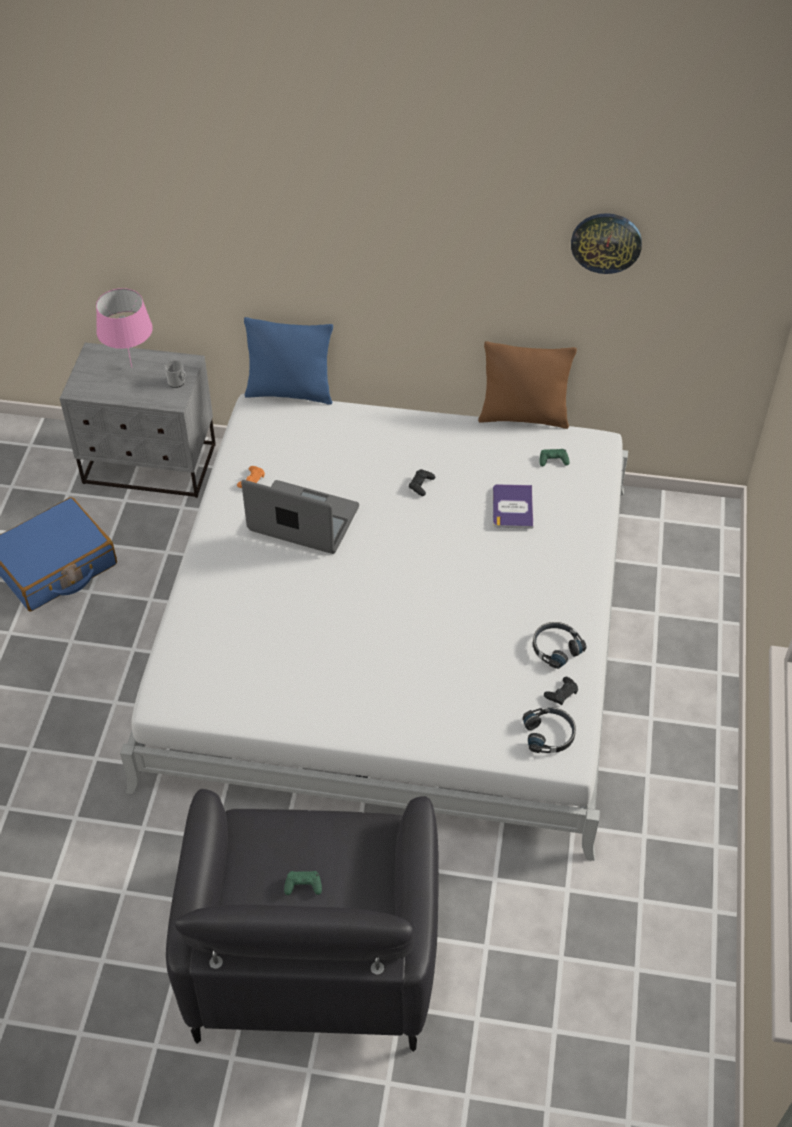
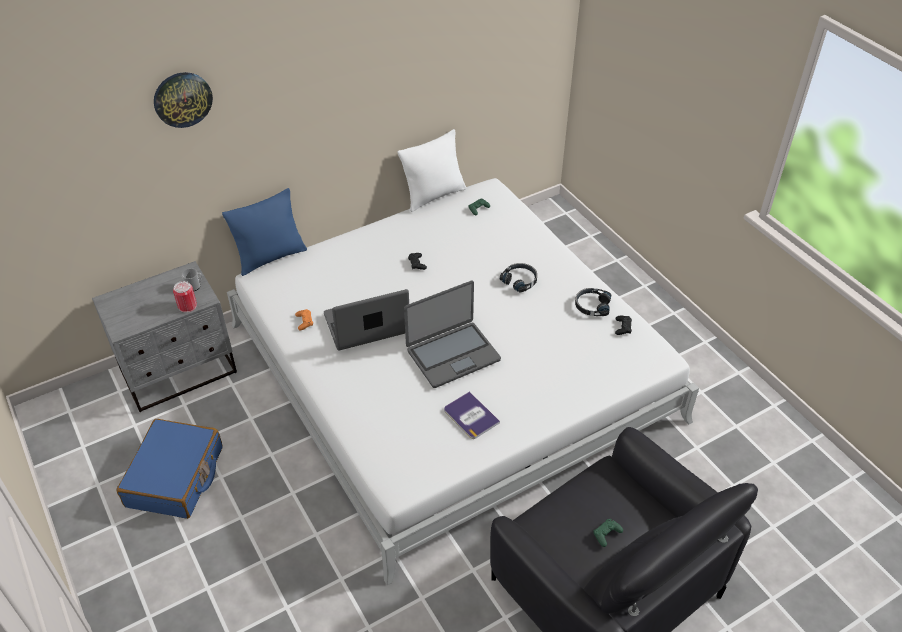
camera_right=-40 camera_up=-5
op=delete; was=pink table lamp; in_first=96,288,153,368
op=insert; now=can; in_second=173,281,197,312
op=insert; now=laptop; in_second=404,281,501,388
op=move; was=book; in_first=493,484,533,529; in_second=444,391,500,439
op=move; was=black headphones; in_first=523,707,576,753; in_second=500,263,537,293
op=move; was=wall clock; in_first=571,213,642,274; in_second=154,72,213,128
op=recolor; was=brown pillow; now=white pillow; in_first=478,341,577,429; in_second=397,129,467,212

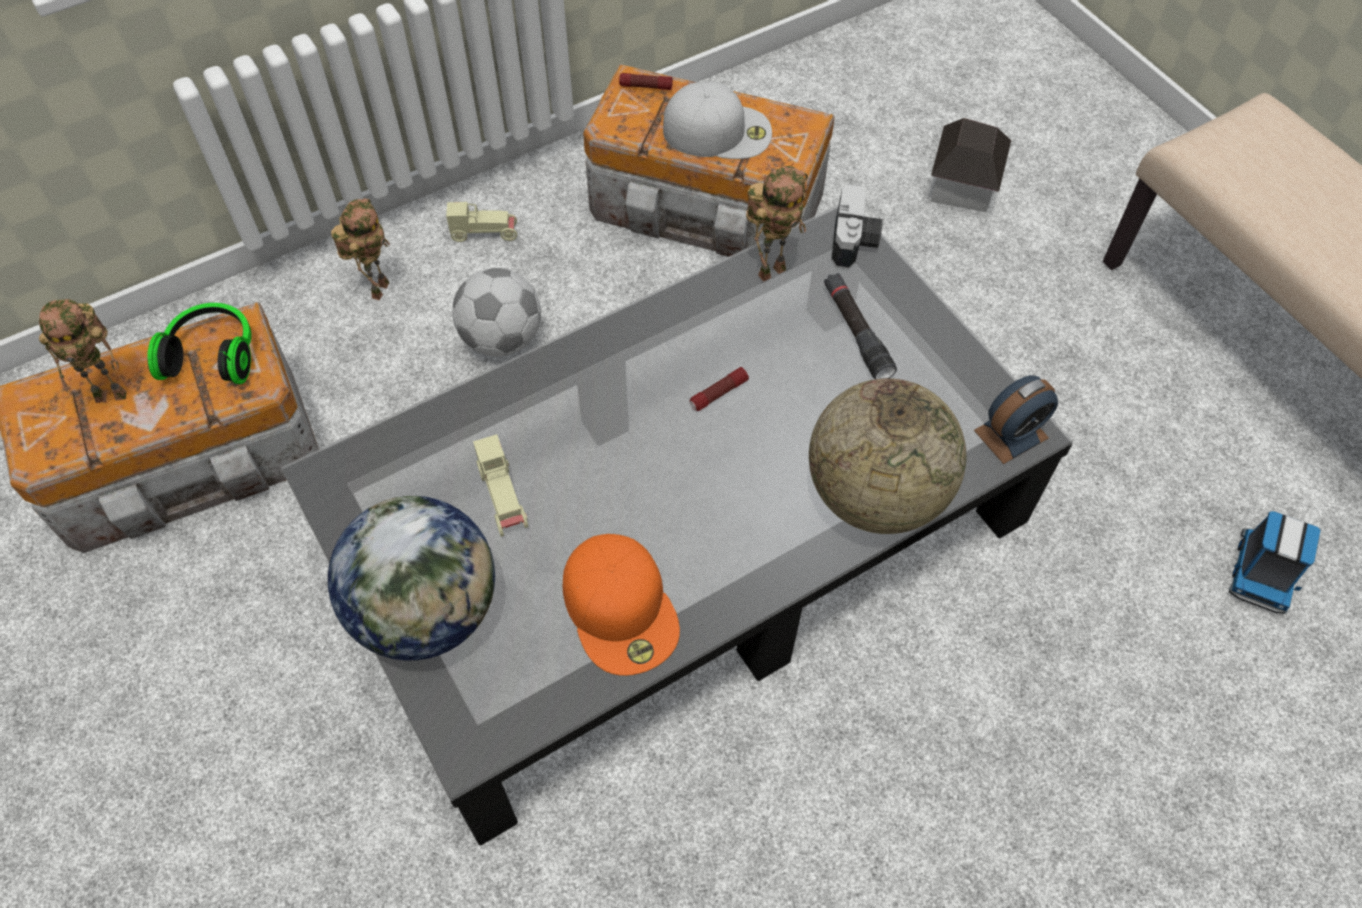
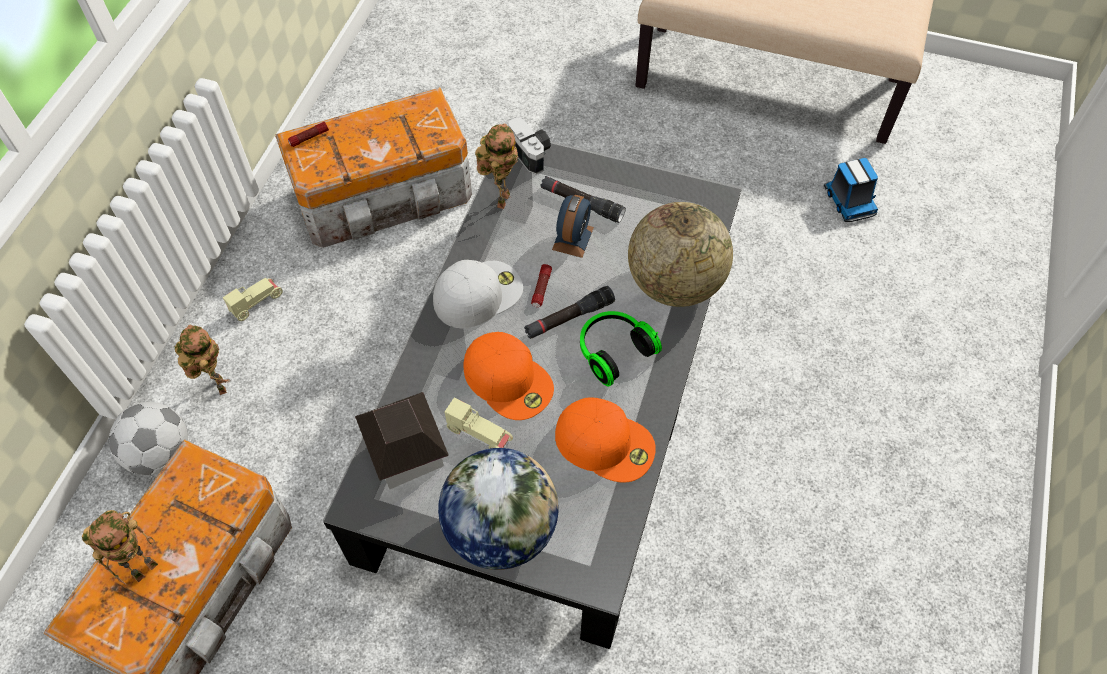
camera_right=-40 camera_up=0
op=insert; now=orange cap; in_second=464,332,554,420
op=insert; now=black flashlight; in_second=524,286,615,339
op=move; was=headphones; in_first=147,303,252,384; in_second=580,311,662,387
op=move; was=football; in_first=452,268,541,357; in_second=109,402,188,475
op=move; was=white cap; in_first=663,81,772,159; in_second=433,259,523,328
op=move; was=toy house; in_first=931,118,1011,212; in_second=355,392,449,489
op=move; was=alarm clock; in_first=974,375,1058,464; in_second=552,195,594,258

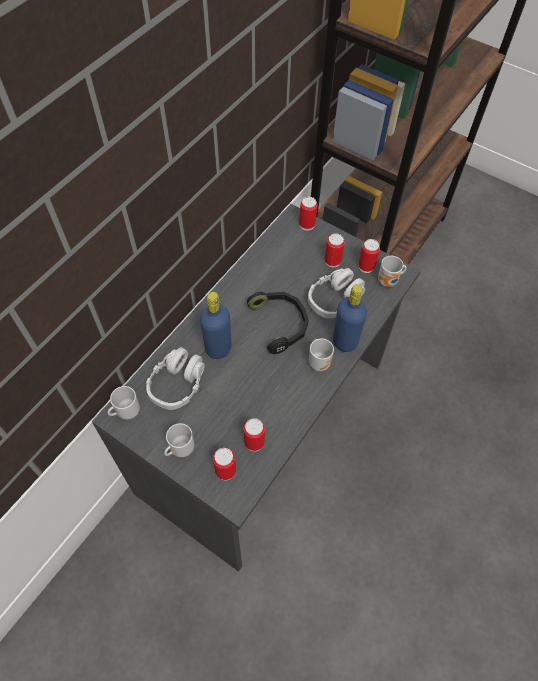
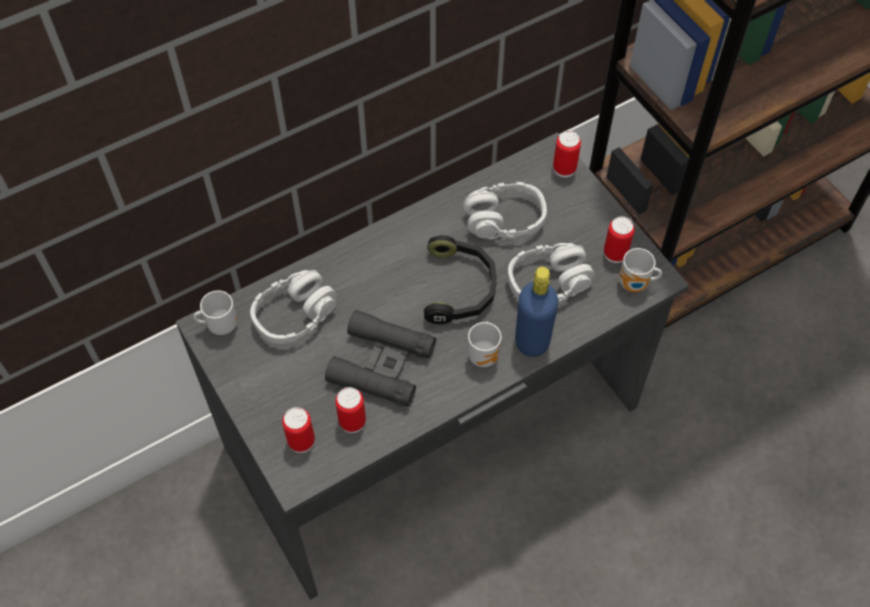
camera_right=25 camera_up=0
op=delete; was=mug; in_first=164,423,194,457
op=delete; was=blue bottle; in_first=200,292,232,359
op=delete; was=can; in_first=325,234,345,267
op=insert; now=black binoculars; in_second=325,310,436,407
op=insert; now=grey headphones; in_second=463,182,547,239

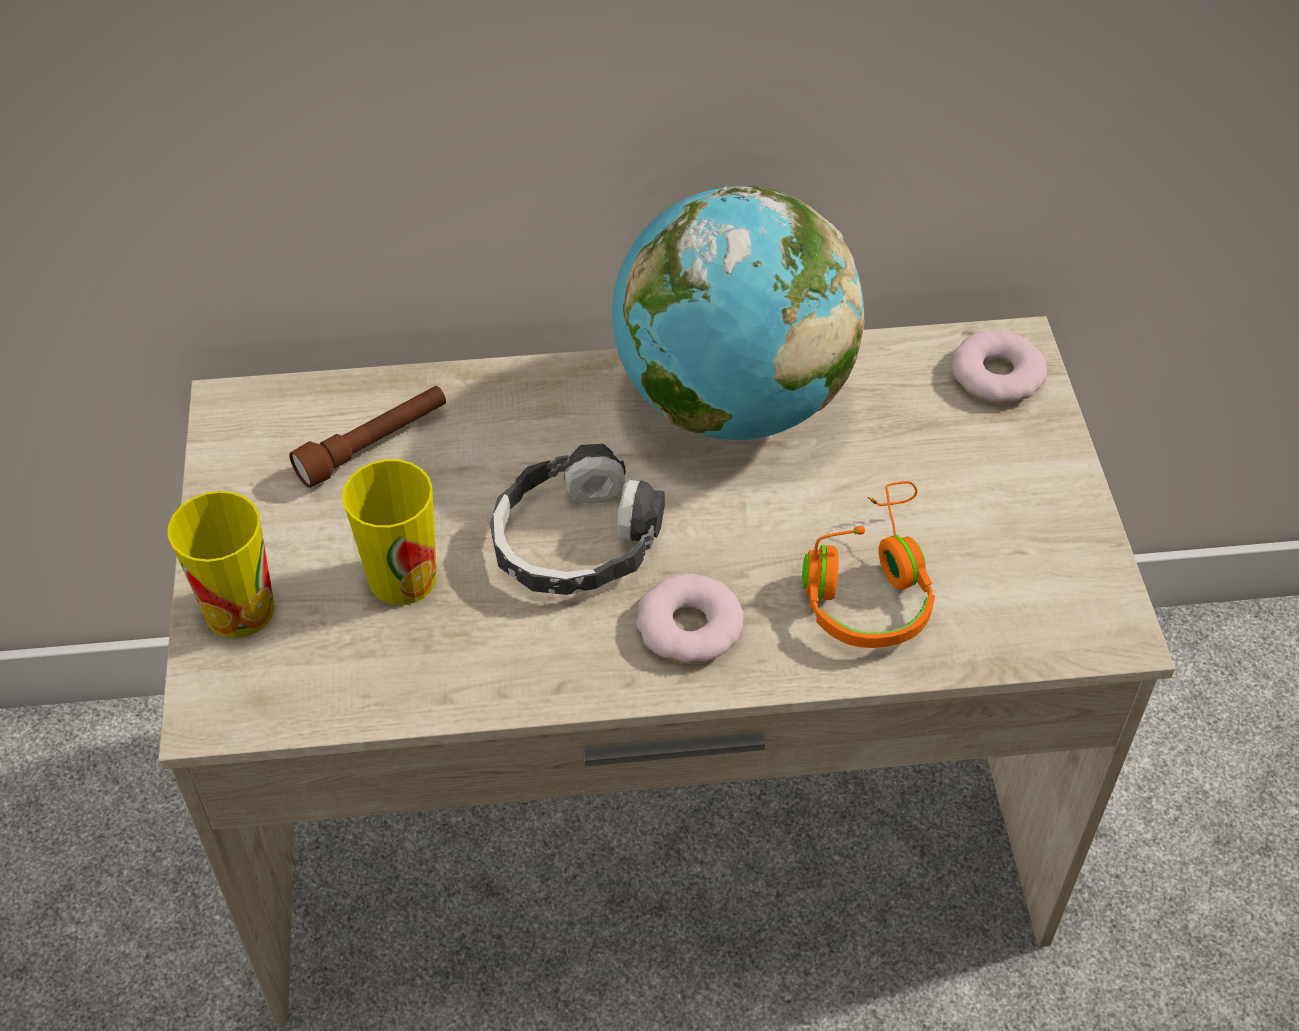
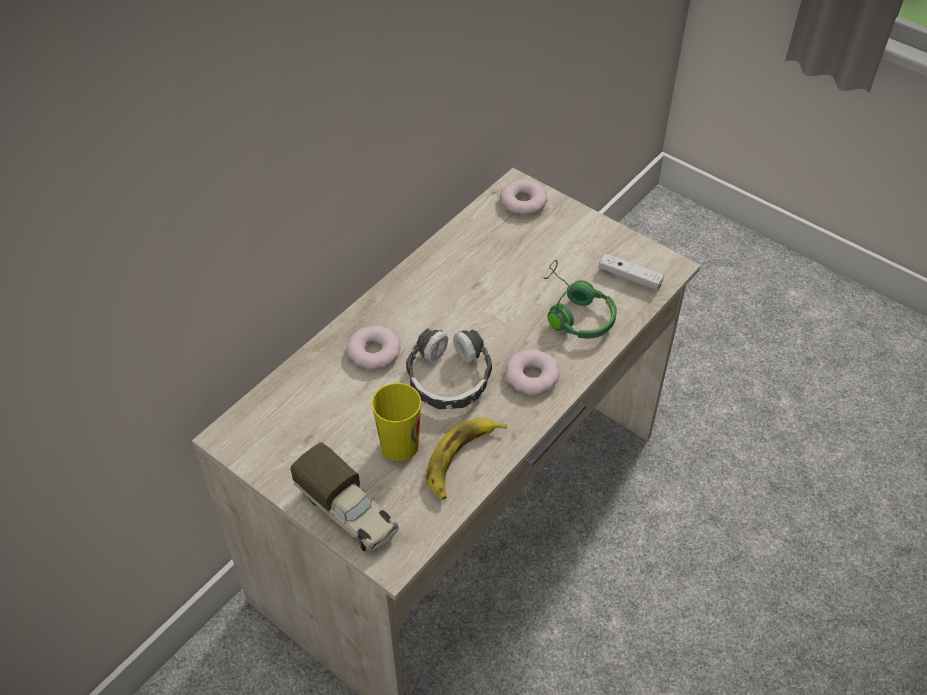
camera_right=-45 camera_up=0
op=delete; was=brown flashlight; in_first=289,386,446,488
op=delete; was=globe; in_first=612,186,864,440
op=insert; now=donut; in_second=346,326,401,369
op=insert; now=banana; in_second=426,418,507,500
op=insert; now=white game controller; in_second=599,254,664,291
op=replace; was=cup; now=toy truck; in_first=168,491,274,638; in_second=290,443,399,553
op=recolor; was=orange headphones; now=green headphones; in_first=802,481,935,648; in_second=544,260,617,339

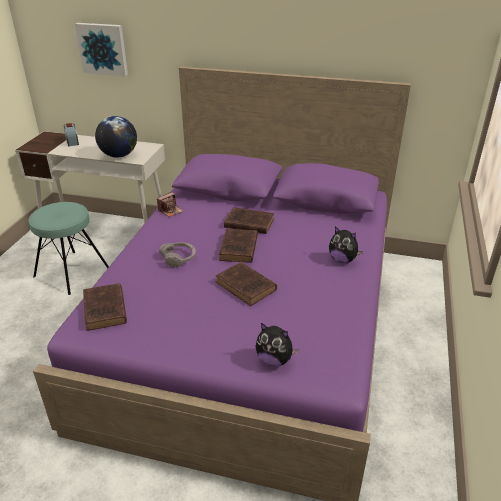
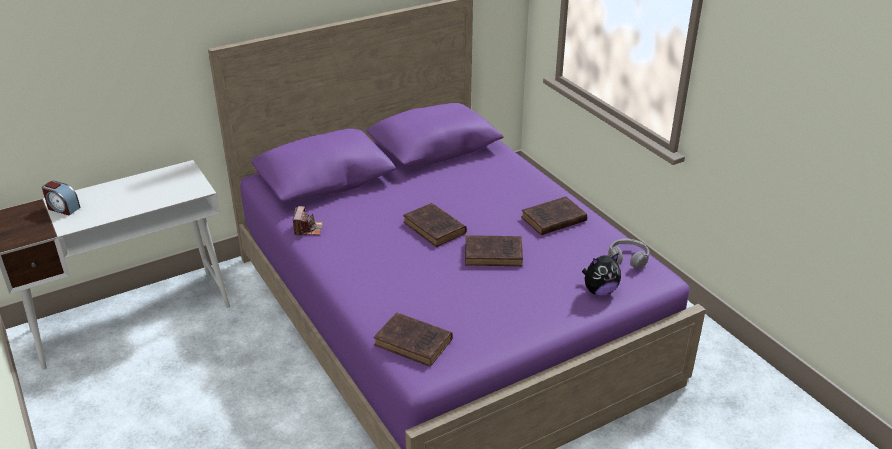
camera_right=-45 camera_up=0
op=delete; was=turquoise stool; in_first=29,202,109,295
op=delete; was=picture; in_first=75,23,128,76
op=delete; was=globe; in_first=95,116,137,158
op=delete; was=plush toy; in_first=329,226,363,263
op=move; was=grey headphones; in_first=159,242,196,268; in_second=608,239,649,269
op=move; was=brown book; in_first=224,207,274,234; in_second=521,196,587,235

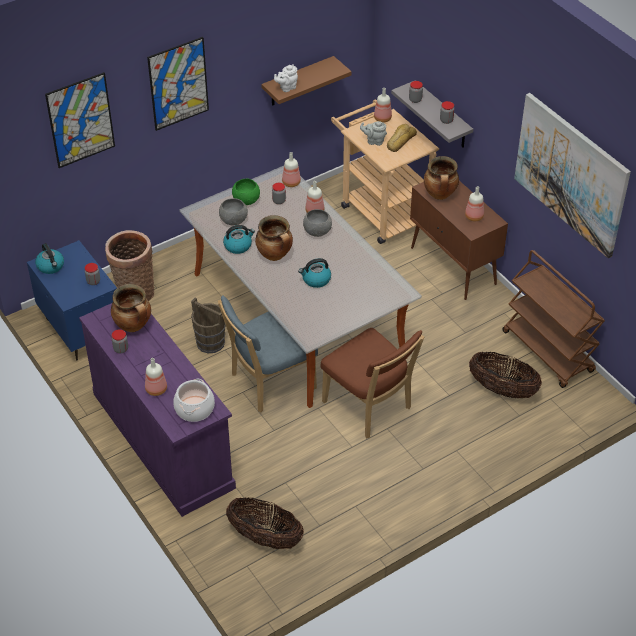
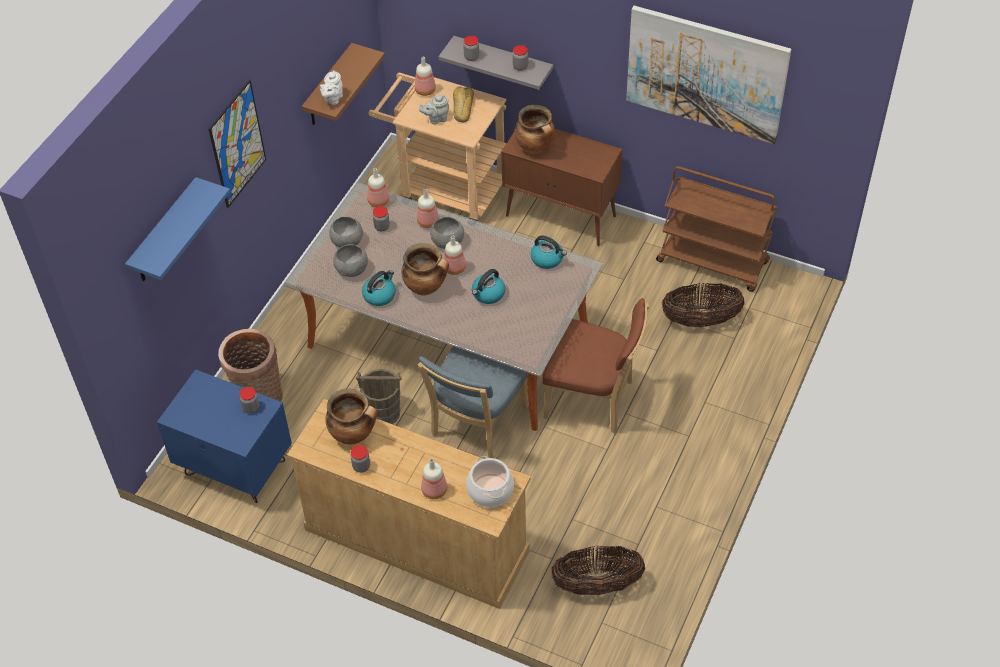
camera_right=-30 camera_up=5
op=move; was=kettle; in_first=35,243,64,274; in_second=531,236,567,269
op=move; was=bottle; in_first=465,186,484,221; in_second=444,236,466,275
op=replace; was=picture; now=blue shelf; in_first=45,72,115,168; in_second=125,177,231,281
op=recolor; was=purple dresser; now=beige dresser; in_first=79,303,236,517; in_second=287,399,531,609
op=recolor; was=green bowl; now=grey bowl; in_first=232,179,260,205; in_second=329,217,363,248

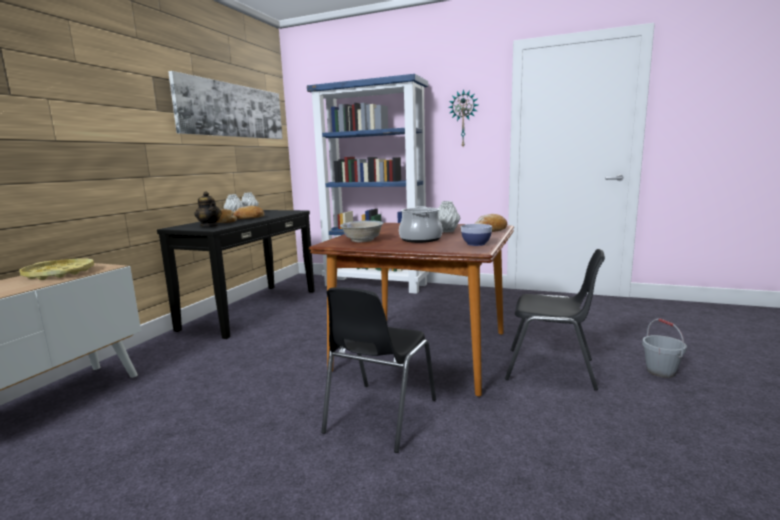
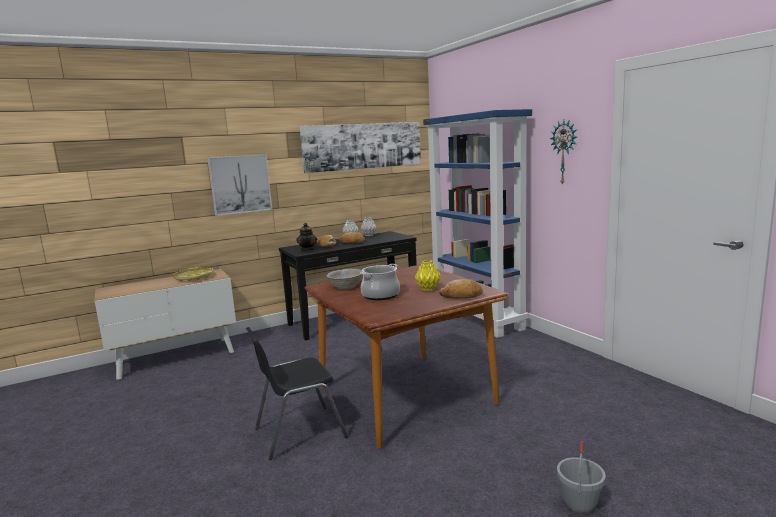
camera_right=40 camera_up=0
op=delete; was=bowl; in_first=461,224,492,246
op=delete; was=black chair; in_first=505,249,605,391
op=insert; now=picture; in_second=207,154,272,216
op=recolor; was=grey vase; now=yellow vase; in_first=438,201,461,232; in_second=415,260,441,291

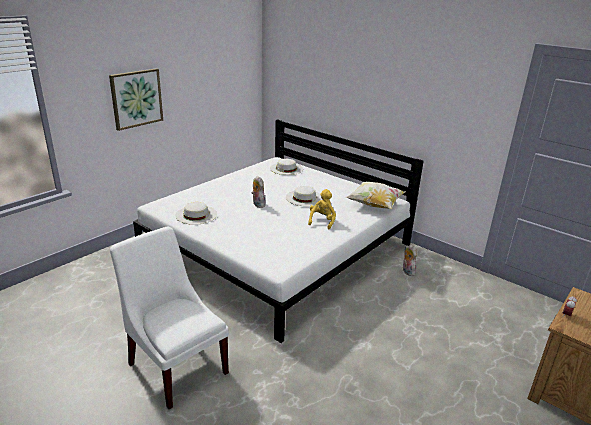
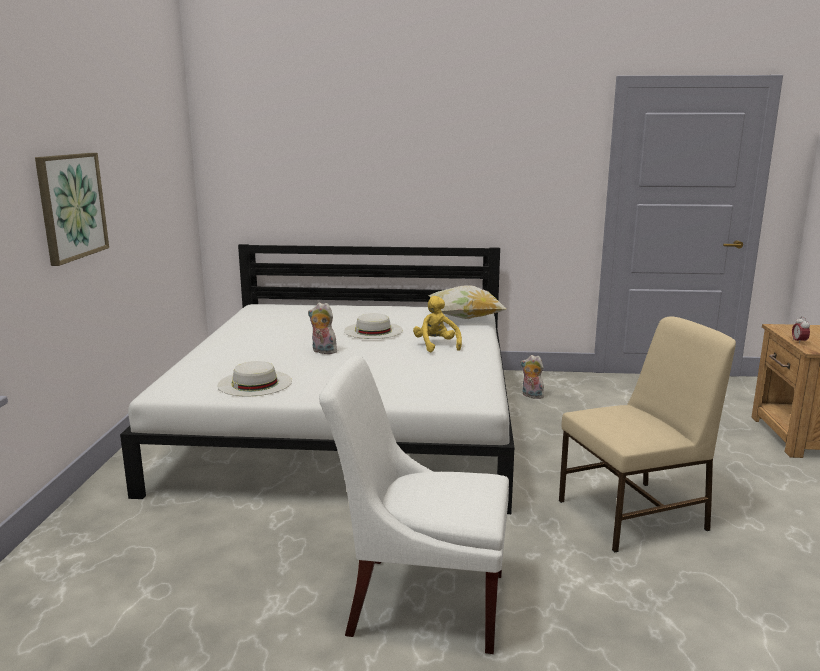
camera_right=-35 camera_up=-10
op=delete; was=white hat; in_first=270,159,303,175
op=insert; now=beige chair; in_second=559,316,736,552

